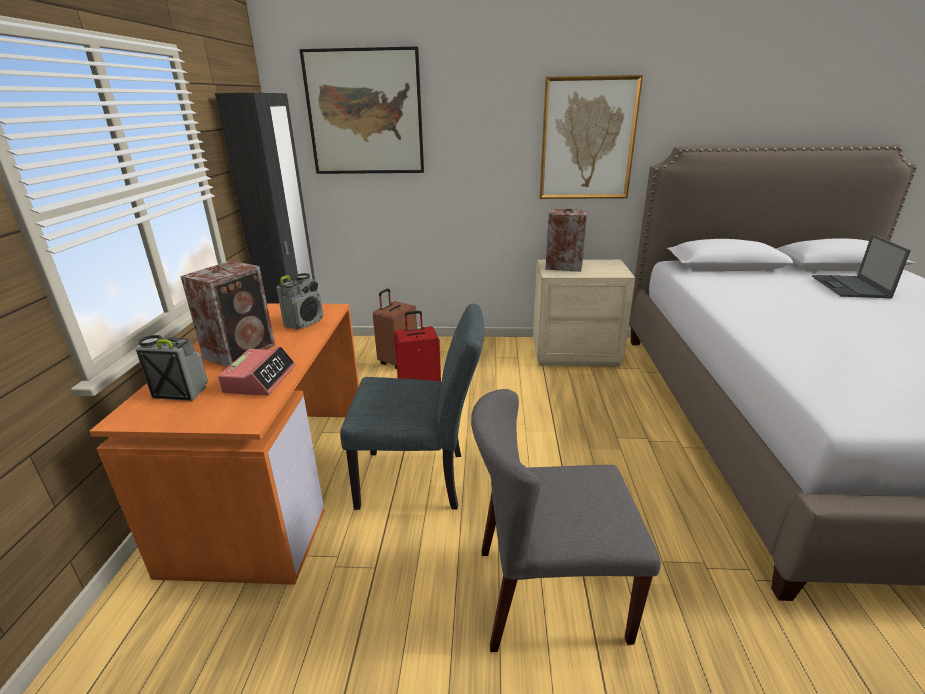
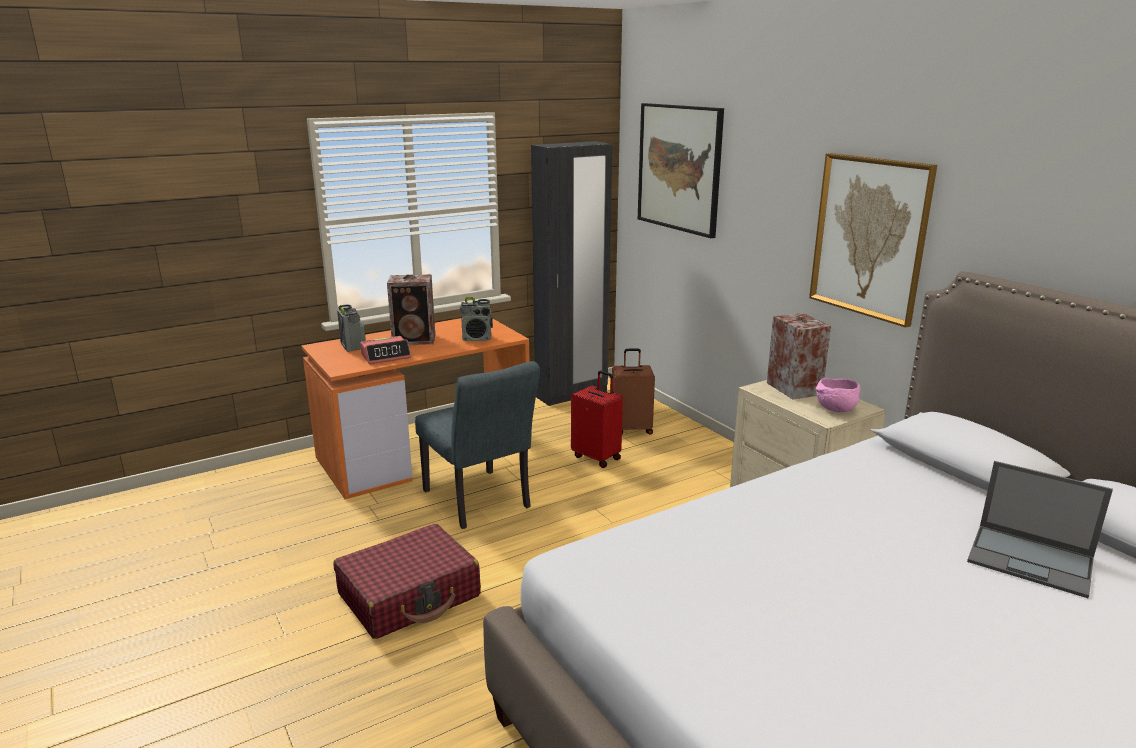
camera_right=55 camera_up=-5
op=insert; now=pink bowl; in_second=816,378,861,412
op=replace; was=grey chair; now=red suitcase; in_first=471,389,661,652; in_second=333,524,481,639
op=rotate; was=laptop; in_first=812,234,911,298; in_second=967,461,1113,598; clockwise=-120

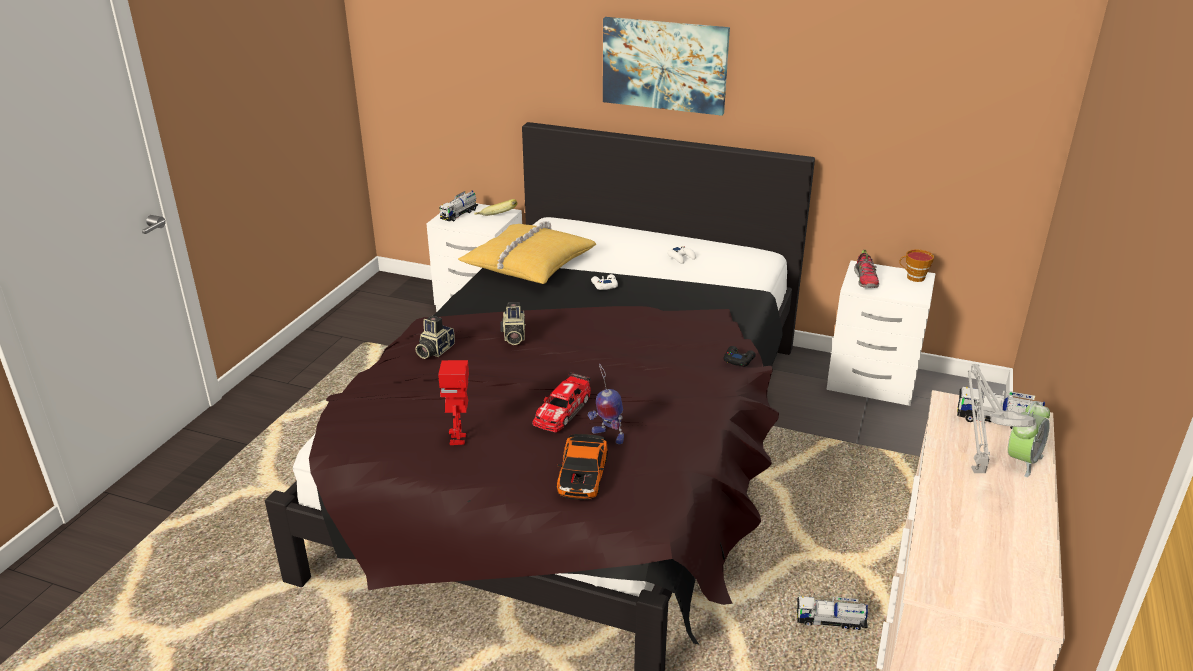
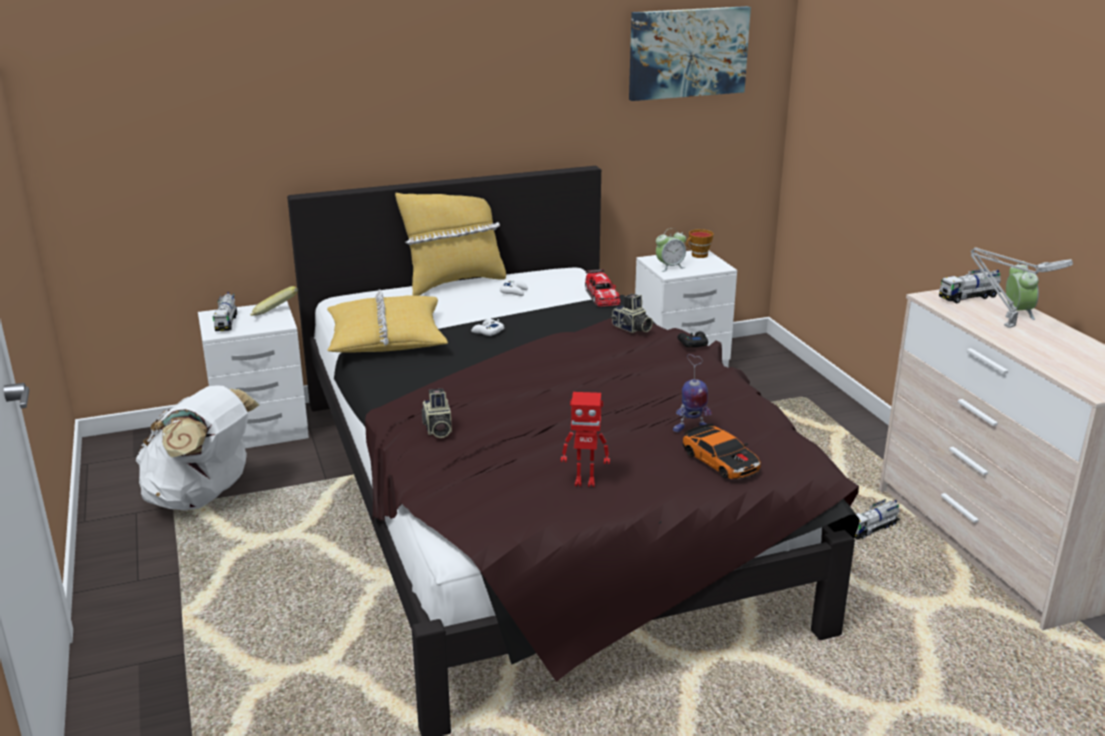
camera_right=-40 camera_up=-5
op=insert; now=white backpack; in_second=136,385,259,510
op=insert; now=yellow pillow; in_second=395,193,506,296
op=move; was=photo camera; in_first=500,303,526,345; in_second=611,294,653,333
op=move; was=toy car; in_first=532,372,591,432; in_second=585,269,620,307
op=move; was=picture; in_first=603,17,730,116; in_second=629,6,751,101
op=replace; was=shoe; now=alarm clock; in_first=854,250,879,288; in_second=656,228,686,272
op=rotate; was=toy robot; in_first=438,360,469,445; in_second=561,392,610,487; clockwise=-45

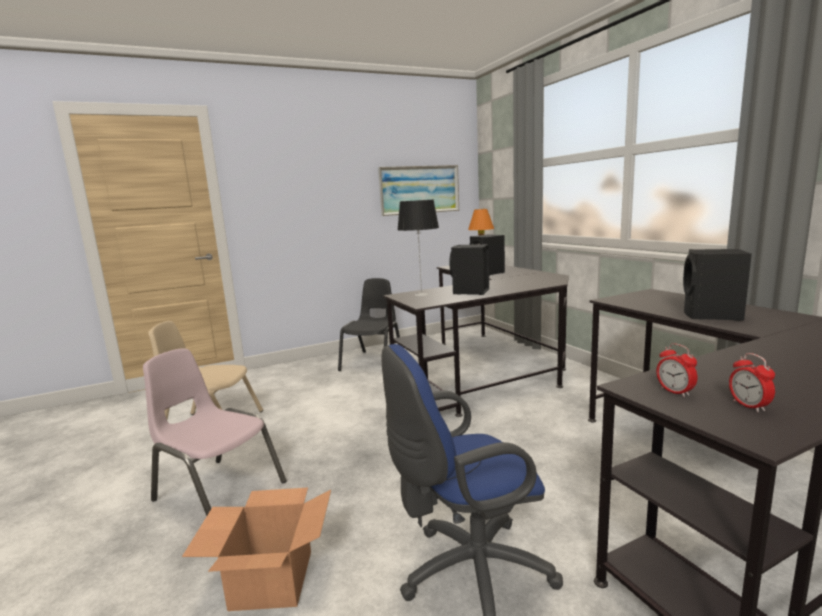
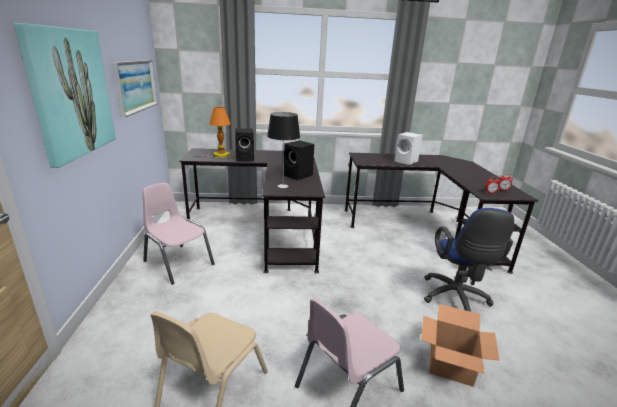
camera_right=-70 camera_up=10
op=insert; now=picture; in_second=14,23,116,168
op=recolor; was=black chair; now=pink chair; in_first=338,278,400,371; in_second=142,183,215,285
op=recolor; was=black speaker; now=white speaker; in_first=683,249,752,321; in_second=395,132,423,165

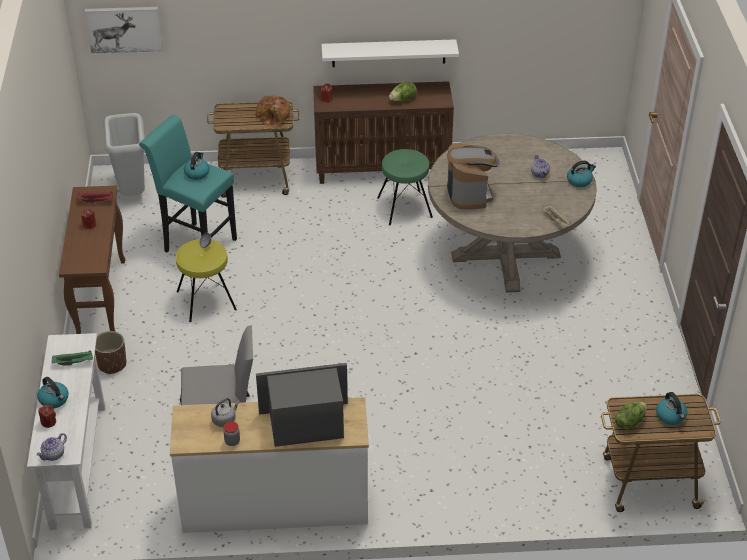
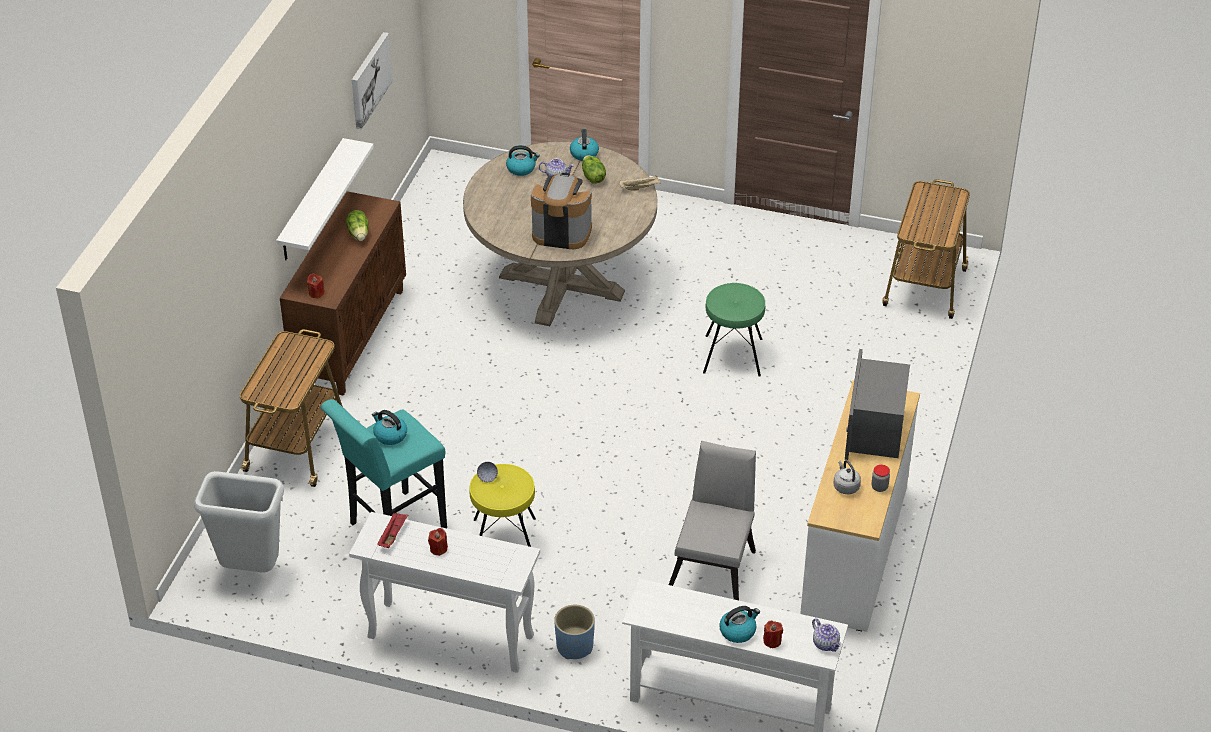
camera_right=-70 camera_up=0
op=delete; was=green tray; in_first=51,350,93,366
op=delete; was=bread; in_first=255,95,290,126
op=move; was=picture; in_first=85,7,163,54; in_second=352,32,393,129
op=move; was=green stool; in_first=377,149,433,225; in_second=703,283,765,377
op=move; was=lettuce; in_first=615,402,647,429; in_second=582,155,606,184
op=move; was=kettle; in_first=656,392,687,425; in_second=506,145,540,176
op=recolor; was=brown console table; now=white console table; in_first=59,186,125,334; in_second=349,512,540,673
op=recolor; was=brown planter; now=blue planter; in_first=95,331,126,374; in_second=554,605,595,659

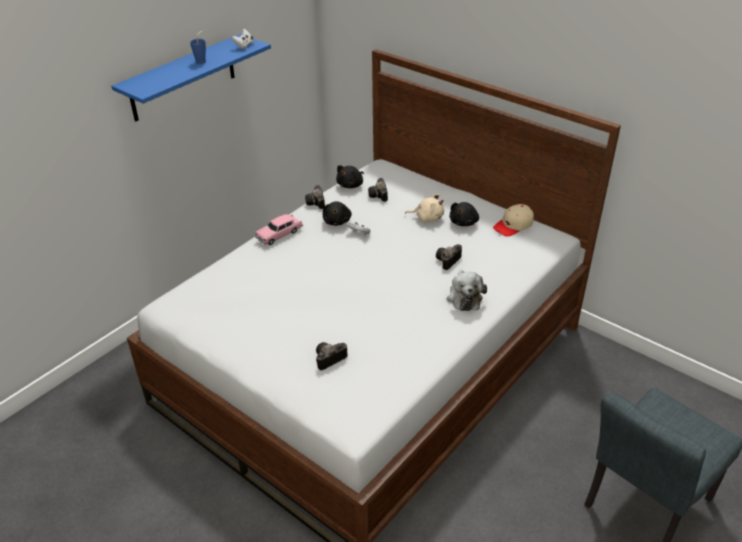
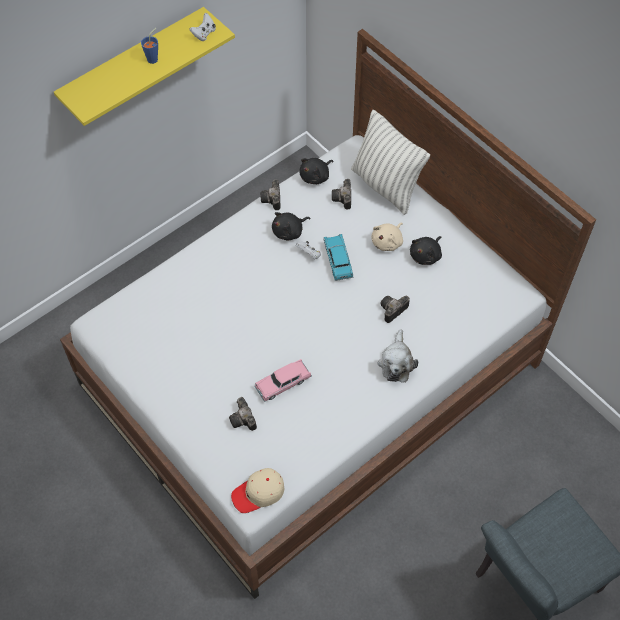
camera_right=10 camera_up=20
op=insert; now=turquoise toy car; in_second=323,234,353,281
op=insert; now=pillow; in_second=351,110,430,215
op=move; was=pink toy car; in_first=255,214,303,245; in_second=254,359,312,402
op=move; was=beige cap; in_first=493,204,534,237; in_second=231,468,284,513
op=recolor; was=blue shelf; now=yellow shelf; in_first=111,34,271,122; in_second=54,7,235,126
op=rotate; was=photo camera; in_first=316,342,348,371; in_second=229,397,257,431; clockwise=-90
op=rotate; was=black plush toy; in_first=322,201,352,226; in_second=272,212,310,240; clockwise=45
op=rotate; was=beige plush toy; in_first=405,194,444,222; in_second=371,223,403,251; clockwise=105

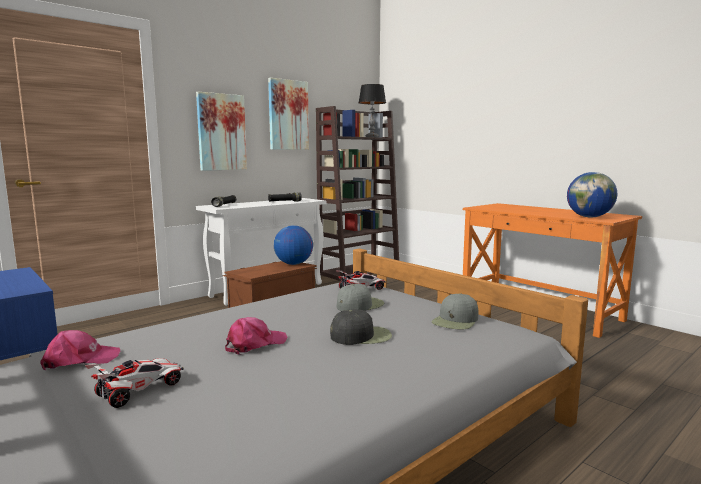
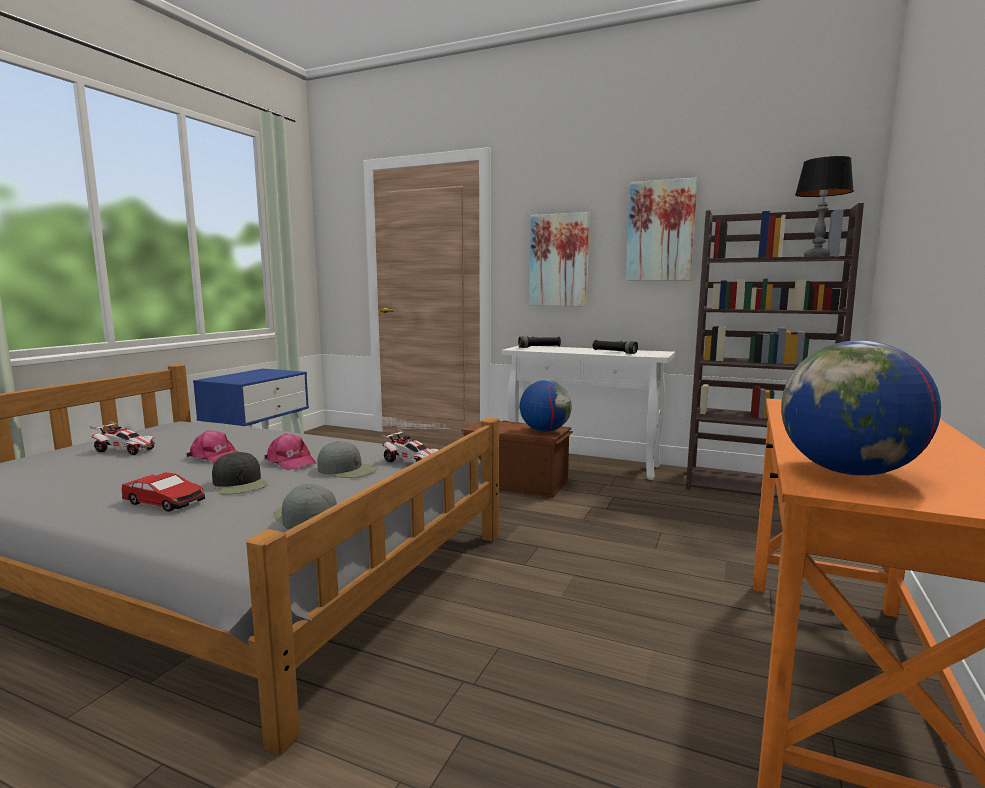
camera_right=65 camera_up=0
op=insert; now=toy car; in_second=122,472,205,512
op=move; was=pink cap; in_first=41,330,120,371; in_second=264,434,317,470
op=rotate; was=grey cap; in_first=431,293,478,330; in_second=273,484,337,530; clockwise=45

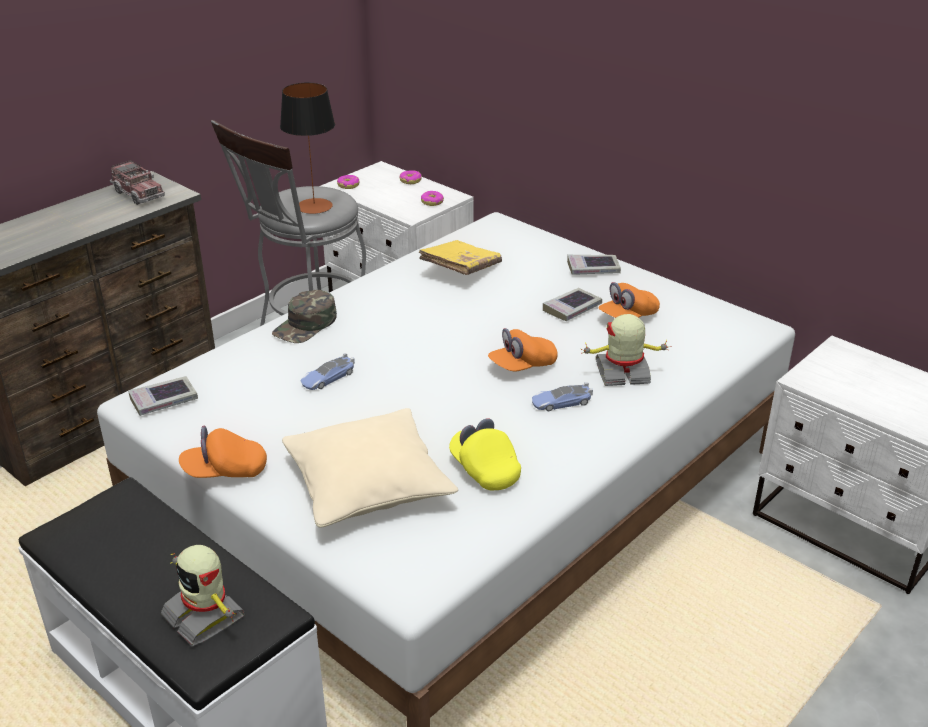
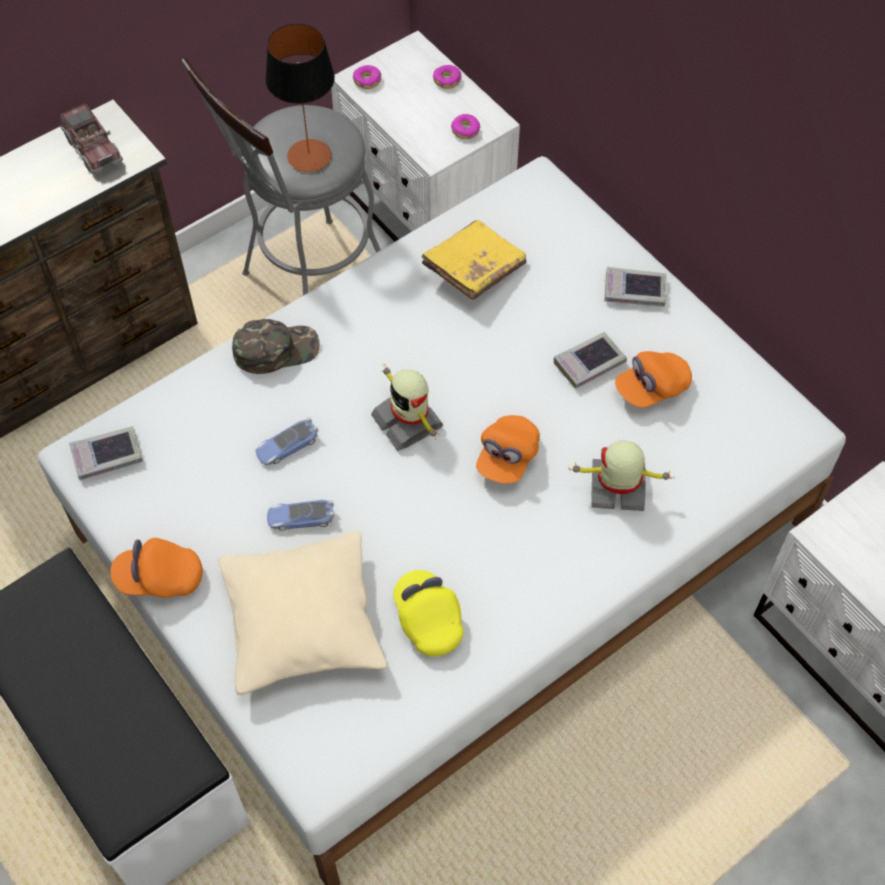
camera_right=10 camera_up=25
op=move; was=toy robot; in_first=161,545,245,647; in_second=371,364,443,451
op=move; was=toy car; in_first=532,382,593,411; in_second=267,500,334,531
op=rotate; was=green cap; in_first=272,290,337,343; in_second=232,319,320,374; clockwise=-150
op=rotate; was=orange cap; in_first=488,328,558,371; in_second=476,415,540,484; clockwise=-45

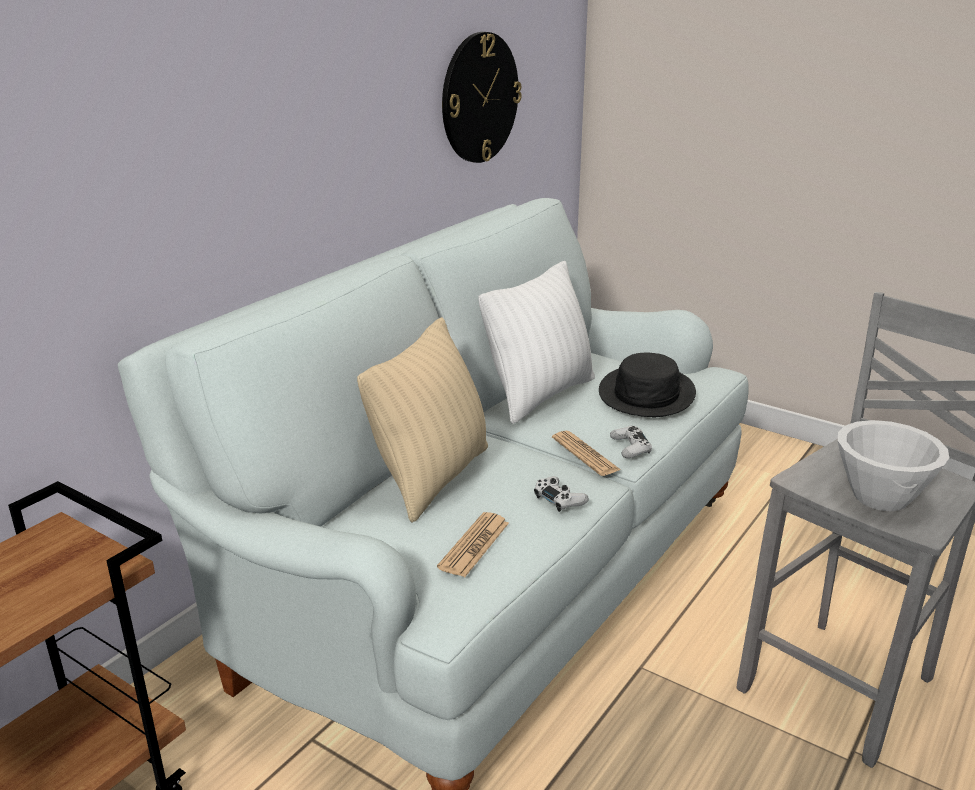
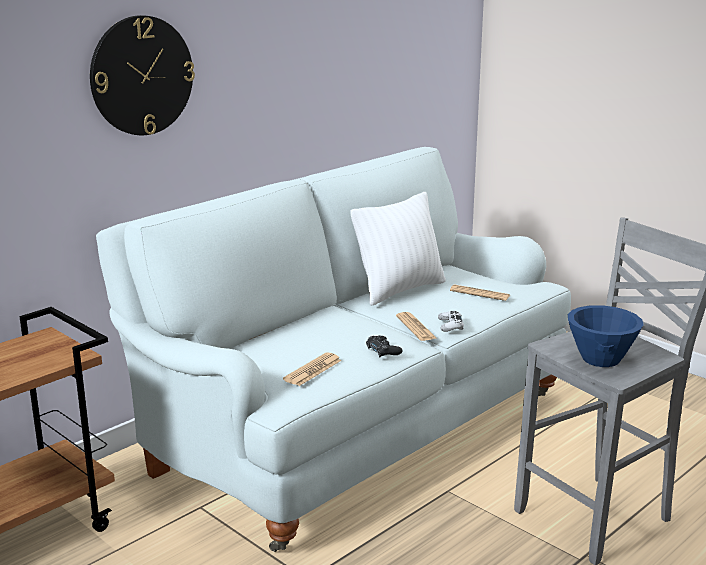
camera_right=10 camera_up=-5
op=delete; was=beige pillow; in_first=357,317,488,523
op=move; was=wall clock; in_first=442,32,521,163; in_second=90,15,195,135
op=replace; was=black hat; now=newspaper; in_first=599,353,696,417; in_second=450,284,510,301
op=recolor; was=white game controller; now=black game controller; in_first=534,476,589,512; in_second=366,335,403,358
op=recolor; was=white bowl; now=blue bowl; in_first=838,420,949,511; in_second=568,305,644,367

